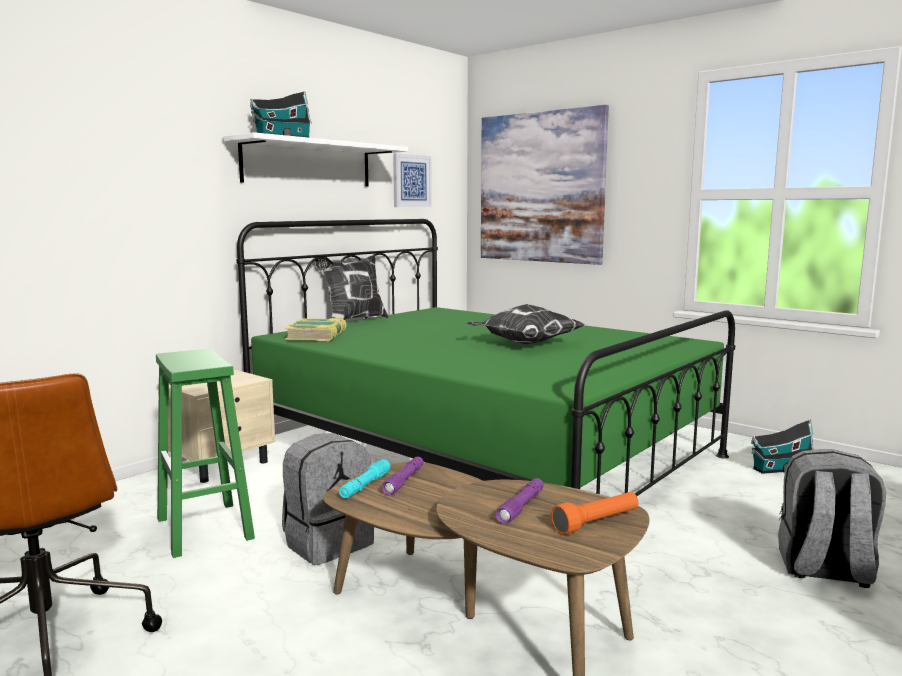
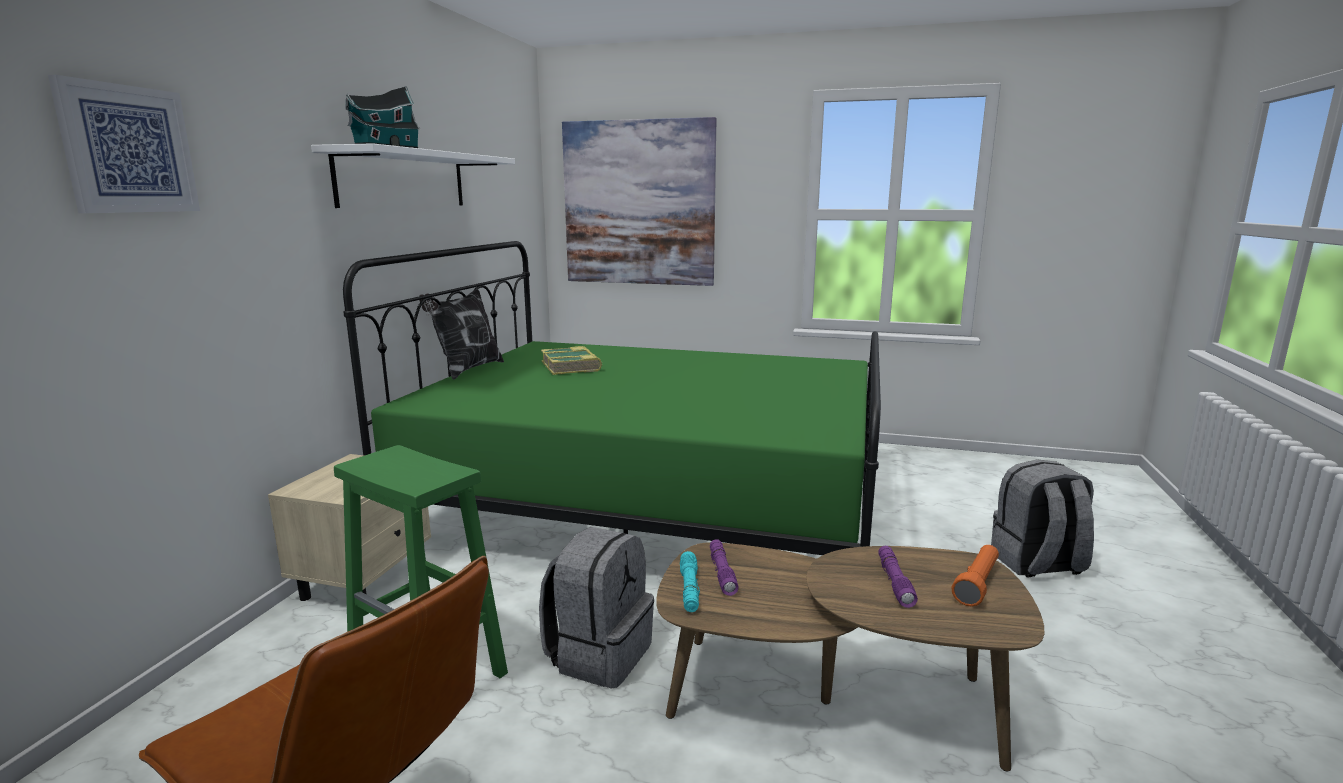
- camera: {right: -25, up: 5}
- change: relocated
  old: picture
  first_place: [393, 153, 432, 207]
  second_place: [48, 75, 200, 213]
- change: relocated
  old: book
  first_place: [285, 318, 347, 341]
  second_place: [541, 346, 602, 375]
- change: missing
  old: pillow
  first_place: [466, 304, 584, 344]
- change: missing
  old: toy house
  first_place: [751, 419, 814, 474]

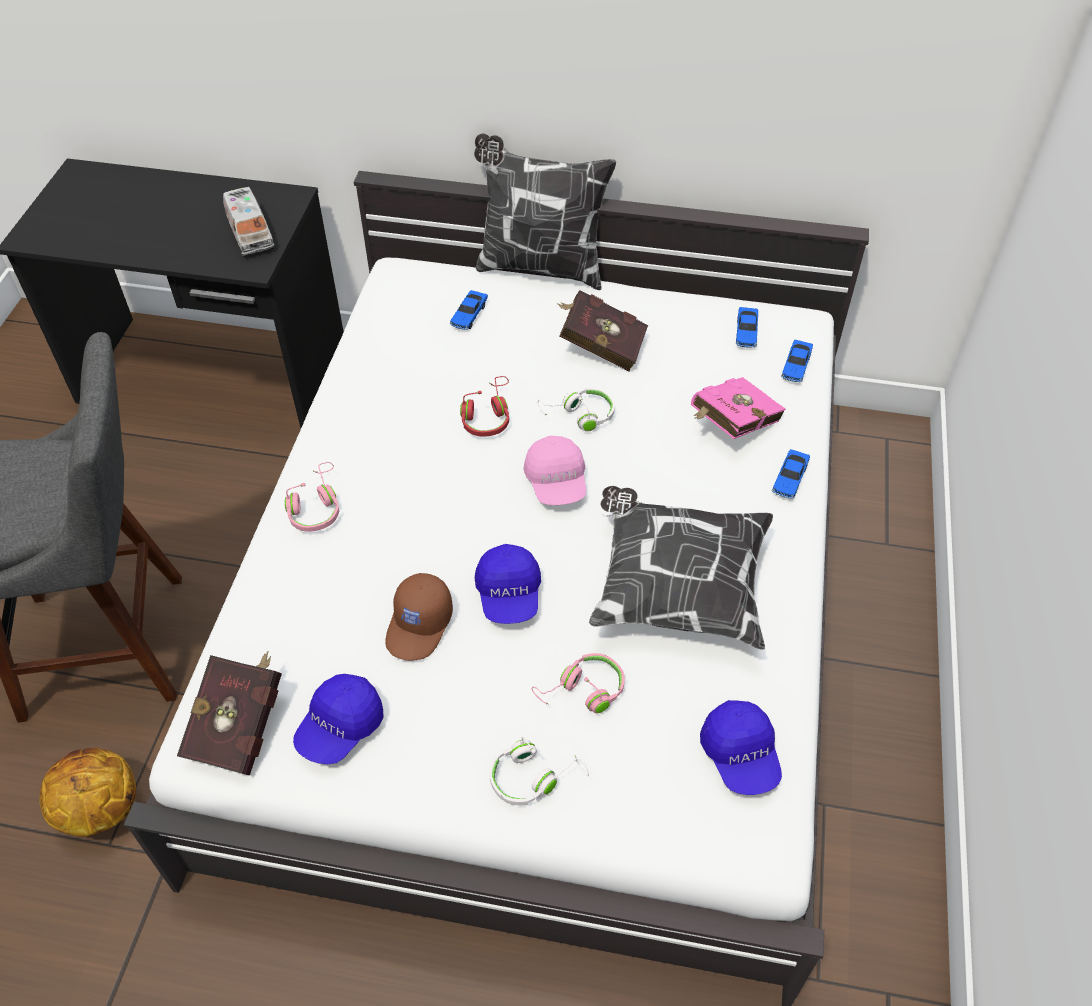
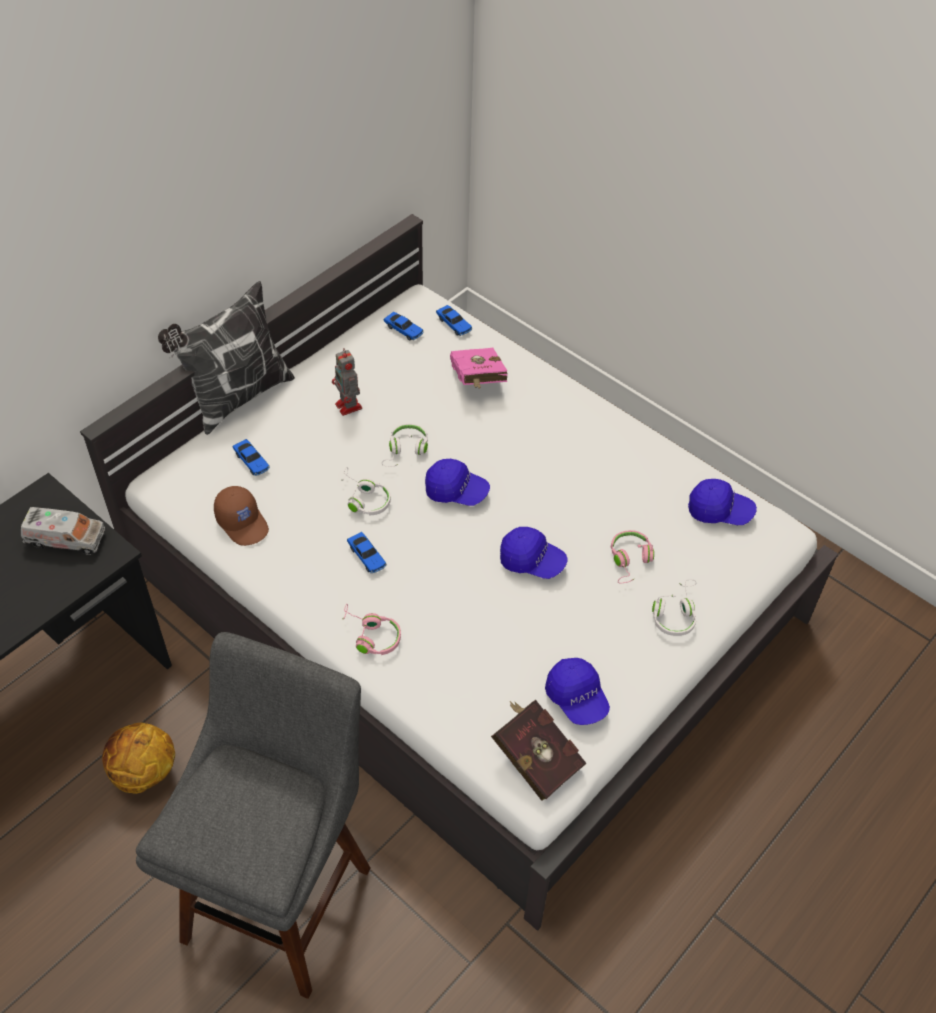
- camera: {right: -60, up: 0}
- change: relocated
  old: basketball
  first_place: [39, 748, 136, 837]
  second_place: [102, 723, 175, 794]
- change: relocated
  old: brown cap
  first_place: [385, 573, 453, 661]
  second_place: [214, 486, 269, 546]
- change: exchanged
  old: red book
  new: toy robot
  first_place: [557, 290, 648, 371]
  second_place: [332, 348, 362, 416]
- change: colour
  old: red headphones
  new: white headphones
  first_place: [460, 376, 509, 437]
  second_place: [341, 467, 391, 515]
- change: relocated
  old: toy car
  first_place: [772, 449, 810, 499]
  second_place: [347, 532, 387, 573]
- change: colour
  old: pink cap
  new: blue cap
  first_place: [523, 436, 586, 505]
  second_place: [425, 459, 490, 506]
- change: missing
  old: pillow
  first_place: [589, 486, 773, 649]

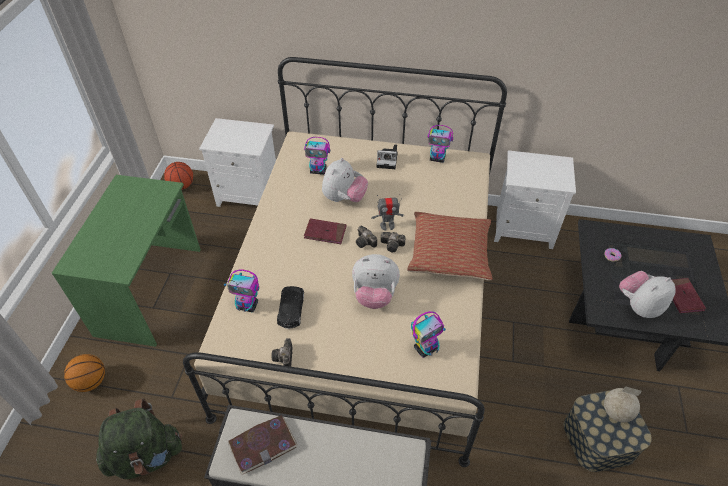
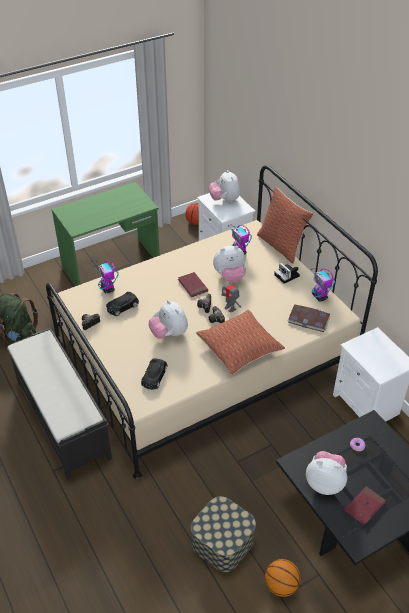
- camera: {right: 50, up: -5}
- change: exchanged
  old: toy robot
  new: black toy car
  first_place: [411, 311, 446, 358]
  second_place: [141, 358, 167, 390]
- change: appeared
  new: plush toy
  second_place: [209, 170, 240, 202]
- change: appeared
  new: pillow
  second_place: [257, 187, 313, 264]
- change: relocated
  old: basketball
  first_place: [64, 354, 105, 392]
  second_place: [265, 559, 301, 597]
- change: relocated
  old: book
  first_place: [228, 415, 297, 475]
  second_place: [288, 305, 330, 332]
- change: missing
  old: globe
  first_place: [604, 387, 642, 422]

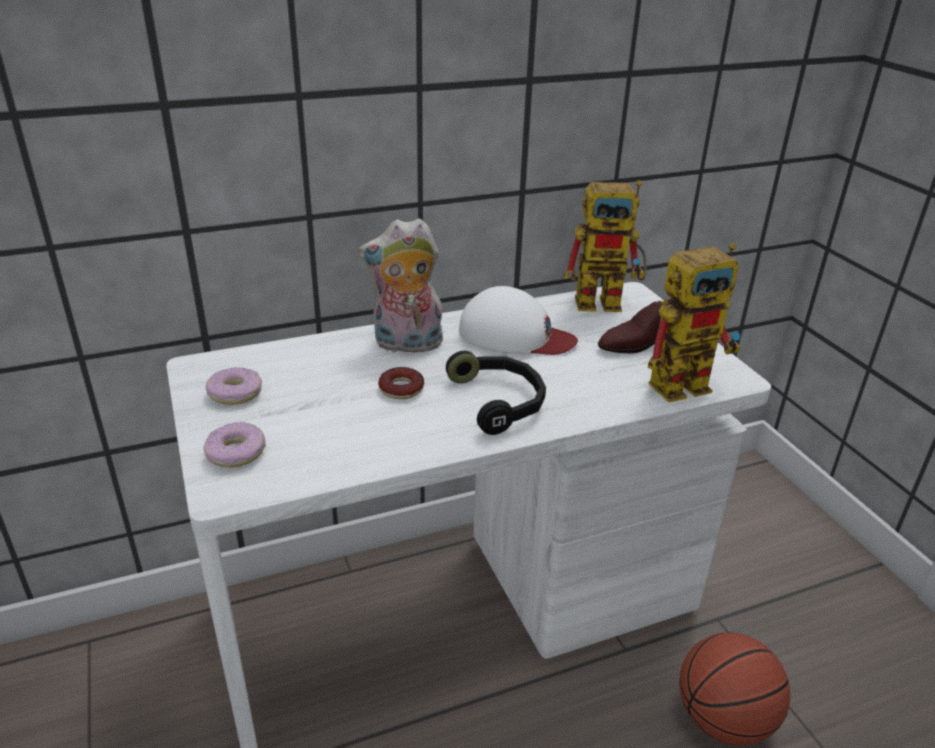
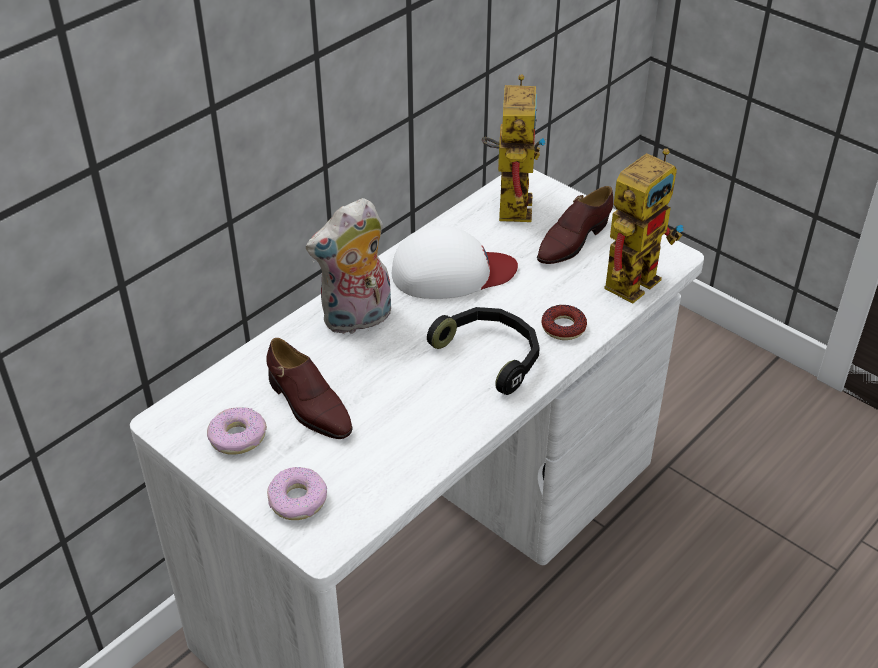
- camera: {right: -25, up: 10}
- change: appeared
  new: brown shoe
  second_place: [266, 338, 353, 439]
- change: spun
  old: toy robot
  first_place: [563, 180, 647, 312]
  second_place: [482, 74, 546, 222]
  degrees: -60
- change: relocated
  old: donut
  first_place: [378, 367, 424, 399]
  second_place: [541, 305, 587, 340]
- change: missing
  old: basketball
  first_place: [679, 632, 790, 746]

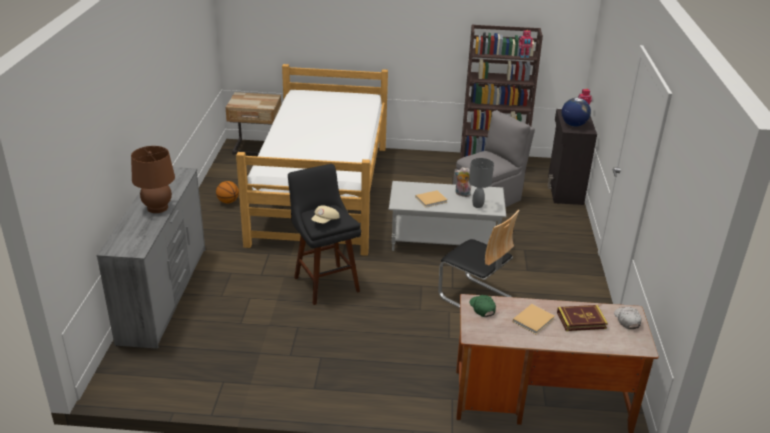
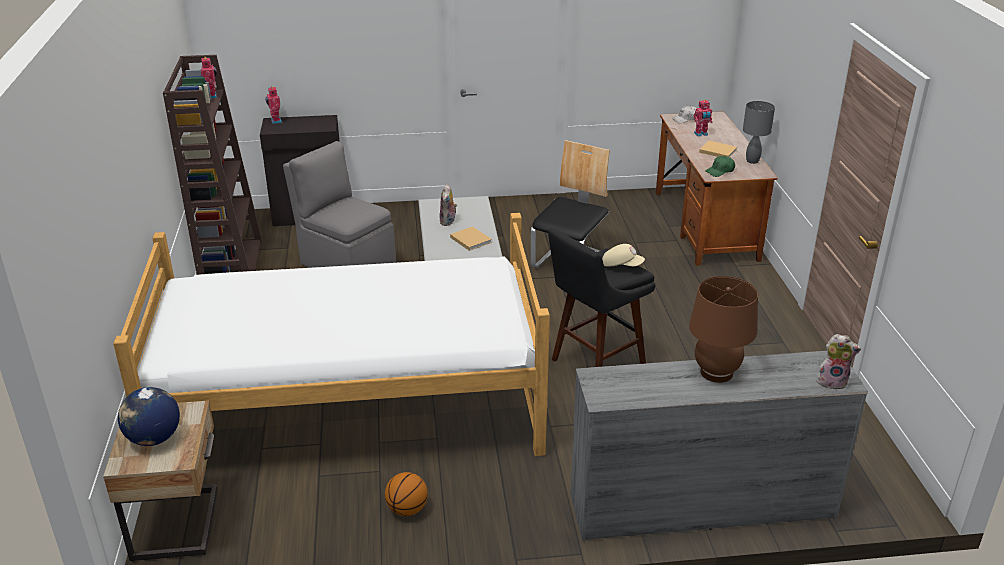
- camera: {right: -100, up: 0}
- change: relocated
  old: globe
  first_place: [561, 98, 591, 127]
  second_place: [118, 387, 180, 446]
- change: exchanged
  old: book
  new: toy robot
  first_place: [557, 305, 608, 331]
  second_place: [694, 100, 712, 137]
- change: relocated
  old: grey table lamp
  first_place: [469, 158, 494, 208]
  second_place: [743, 101, 775, 164]
- change: appeared
  new: plush toy
  second_place: [817, 334, 861, 390]

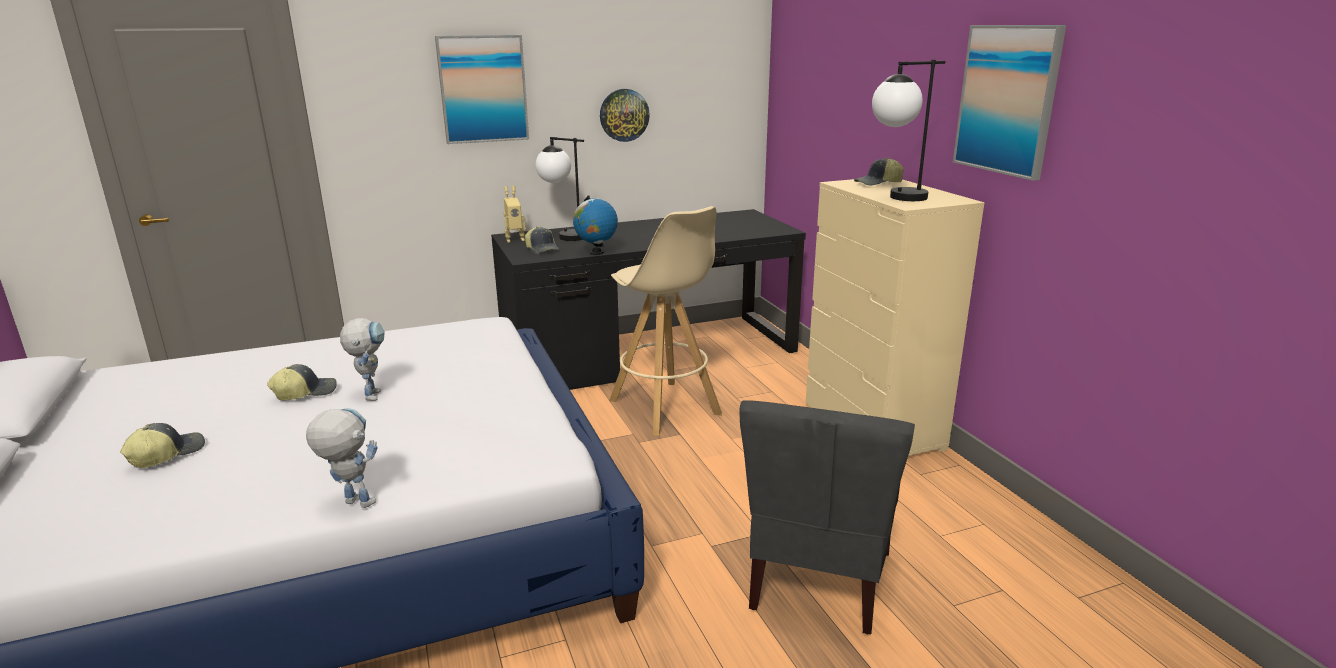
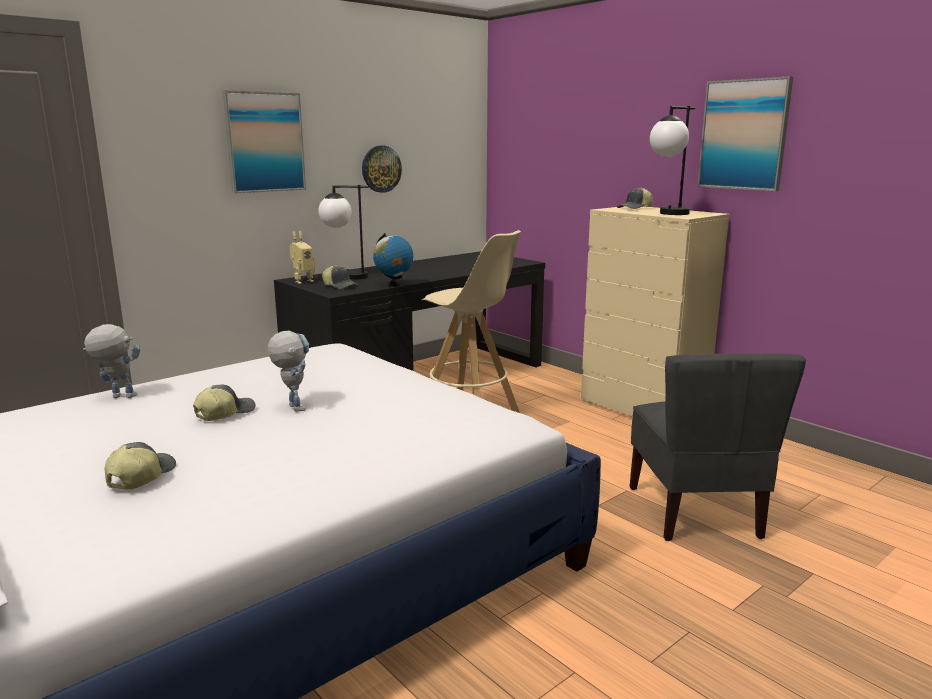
- camera: {right: -20, up: -5}
- change: relocated
  old: toy robot
  first_place: [306, 408, 378, 508]
  second_place: [83, 324, 140, 398]

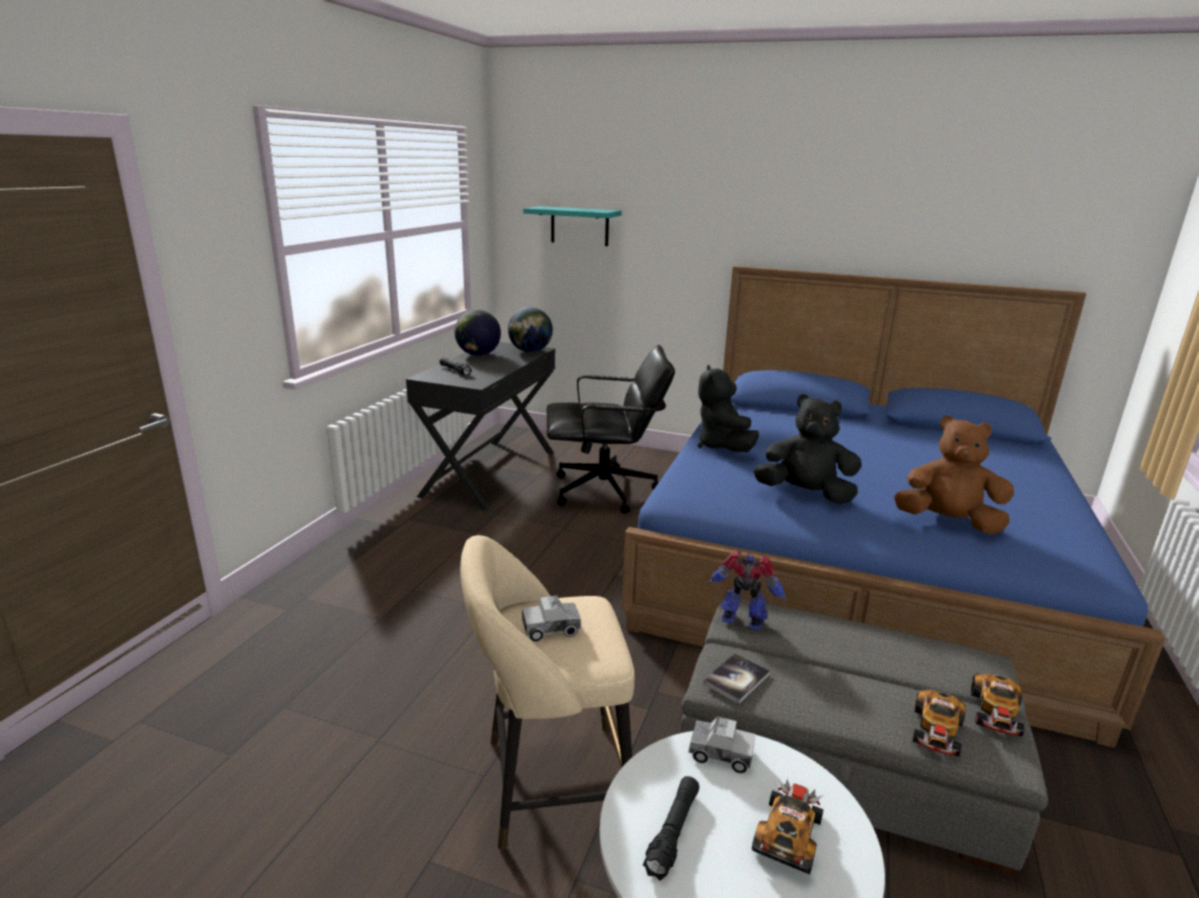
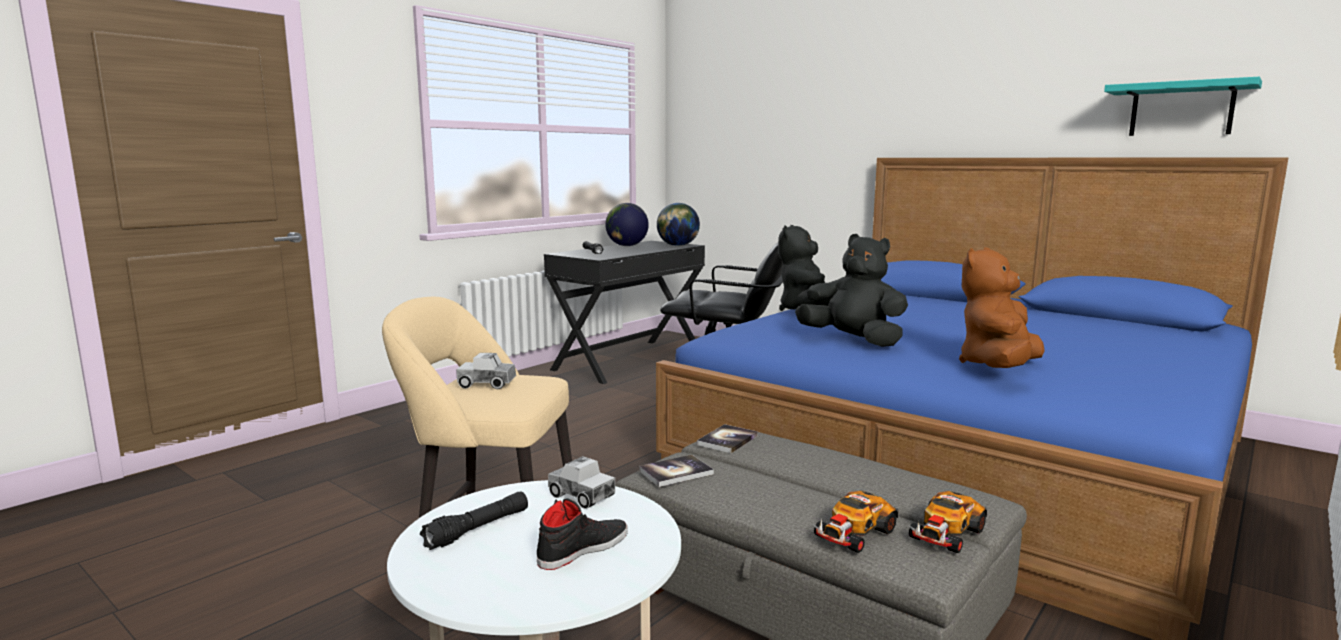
- camera: {right: 20, up: -10}
- change: exchanged
  old: toy car
  new: black shoe
  first_place: [752, 779, 824, 874]
  second_place: [537, 498, 628, 570]
- change: exchanged
  old: toy robot
  new: book
  first_place: [708, 551, 787, 631]
  second_place: [697, 424, 758, 453]
- change: spun
  old: brown plush toy
  first_place: [894, 415, 1014, 535]
  second_place: [959, 247, 1045, 368]
  degrees: -90
- change: relocated
  old: turquoise shelf
  first_place: [523, 206, 622, 246]
  second_place: [1104, 77, 1262, 136]

